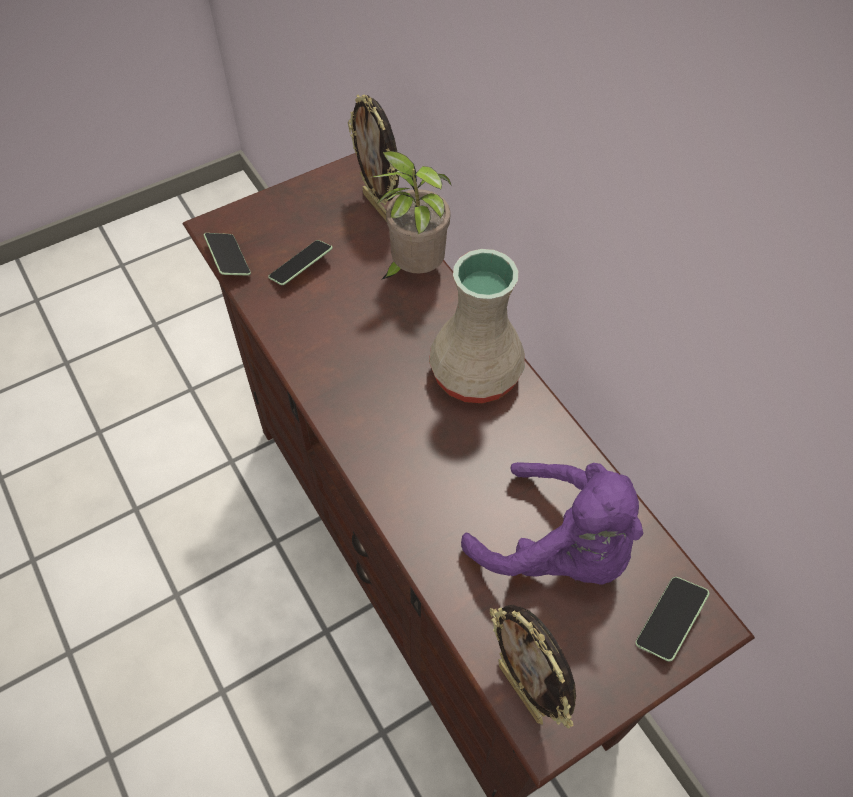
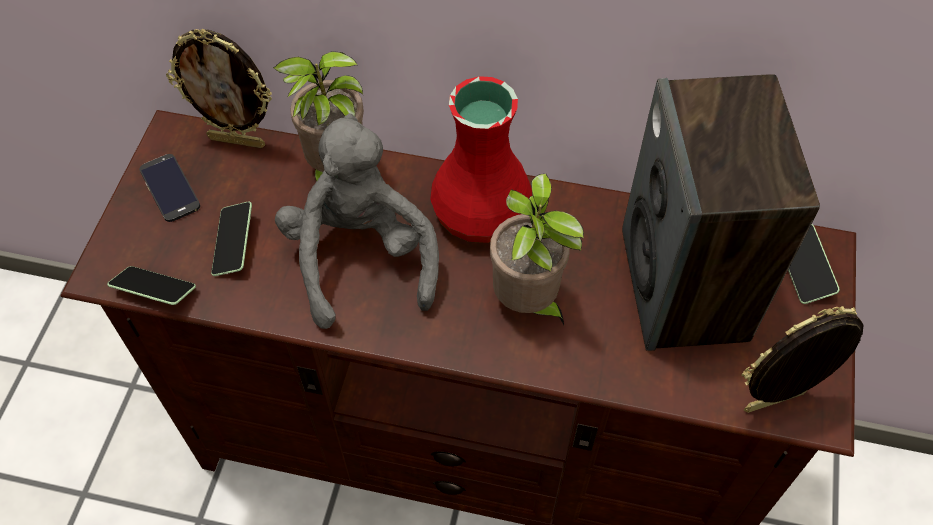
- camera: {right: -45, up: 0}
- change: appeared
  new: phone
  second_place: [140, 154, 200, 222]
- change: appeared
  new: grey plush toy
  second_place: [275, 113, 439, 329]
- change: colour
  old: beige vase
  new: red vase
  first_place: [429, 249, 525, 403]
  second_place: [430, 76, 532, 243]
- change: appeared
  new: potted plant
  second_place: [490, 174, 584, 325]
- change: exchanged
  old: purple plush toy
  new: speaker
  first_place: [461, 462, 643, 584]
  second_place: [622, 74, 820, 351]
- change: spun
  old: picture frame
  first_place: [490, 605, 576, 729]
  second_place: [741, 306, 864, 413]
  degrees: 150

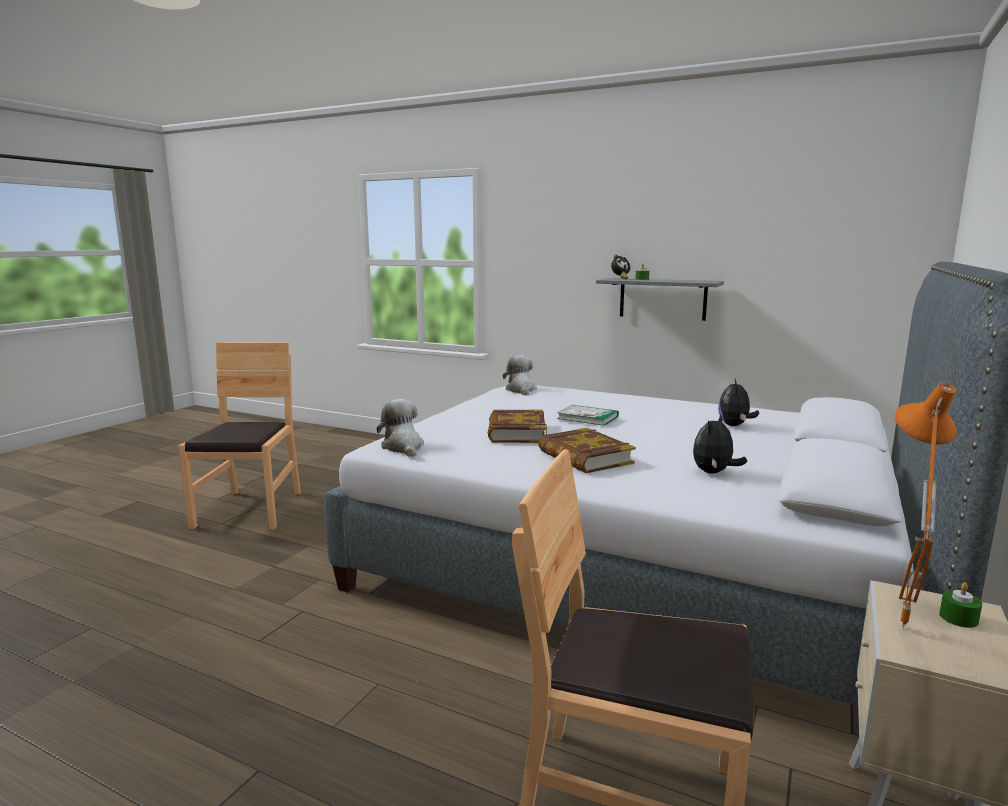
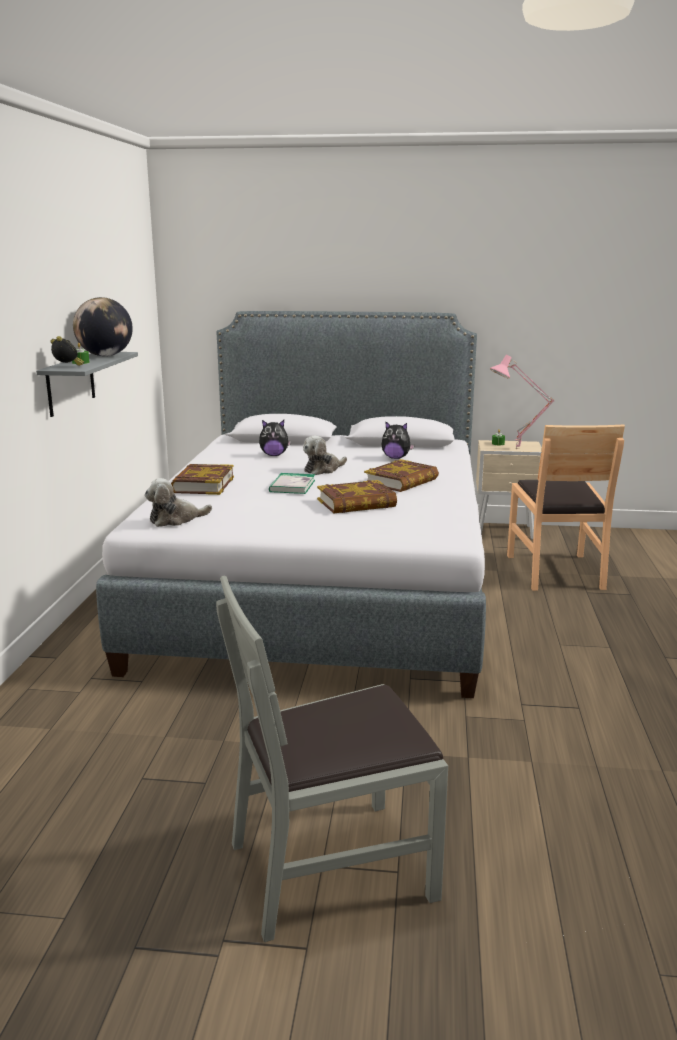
- camera: {right: -110, up: 5}
- change: appeared
  new: globe
  second_place: [73, 297, 133, 356]
- change: appeared
  new: book
  second_place: [171, 464, 234, 495]
- change: colour
  old: brown chair
  new: grey chair
  first_place: [178, 342, 301, 529]
  second_place: [216, 575, 448, 942]
- change: relocated
  old: plush toy
  first_place: [377, 399, 424, 457]
  second_place: [303, 436, 347, 475]
- change: colour
  old: orange table lamp
  new: pink table lamp
  first_place: [894, 382, 957, 631]
  second_place: [490, 355, 554, 449]

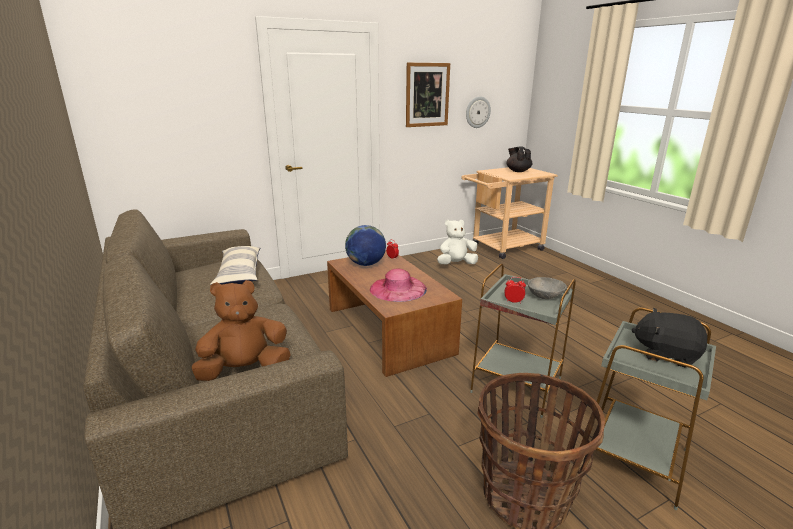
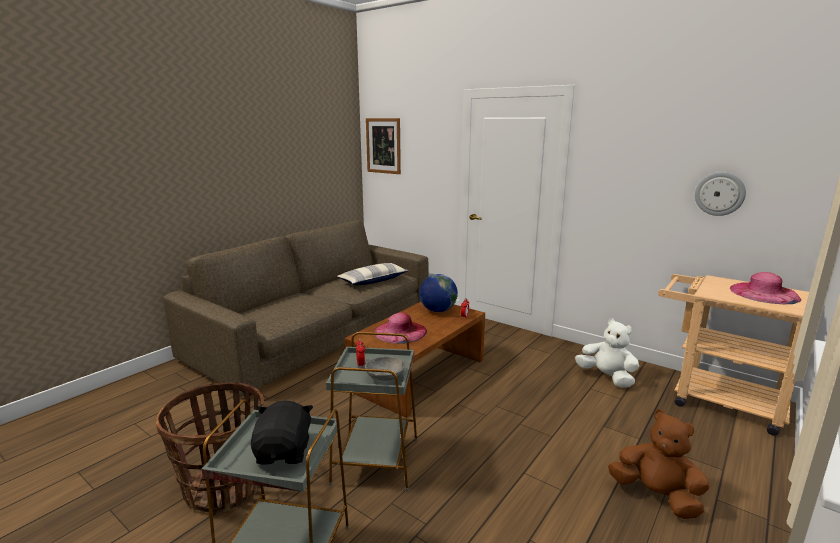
- camera: {right: 65, up: -5}
- change: relocated
  old: picture
  first_place: [406, 63, 450, 127]
  second_place: [366, 118, 401, 174]
- change: relocated
  old: brown plush toy
  first_place: [192, 280, 291, 381]
  second_place: [608, 410, 710, 519]
- change: exchanged
  old: black teapot
  new: pink hat
  first_place: [506, 146, 532, 172]
  second_place: [730, 272, 801, 304]

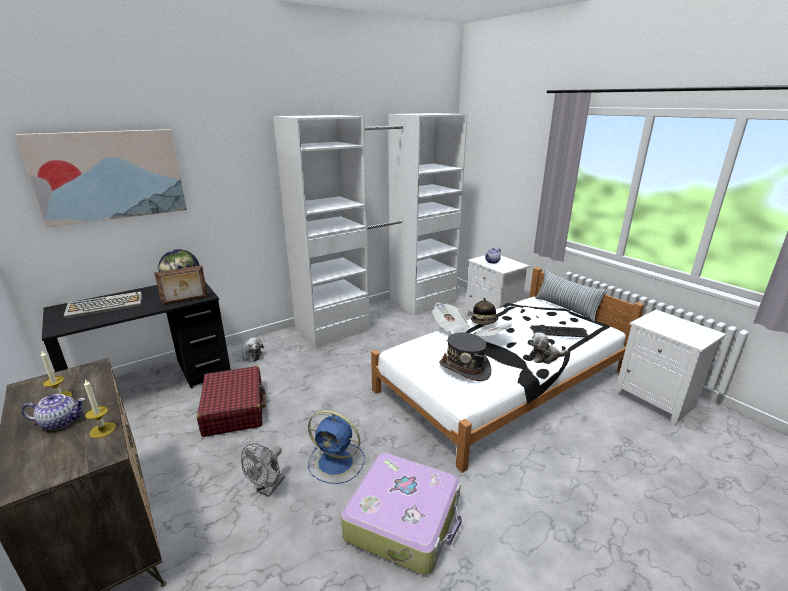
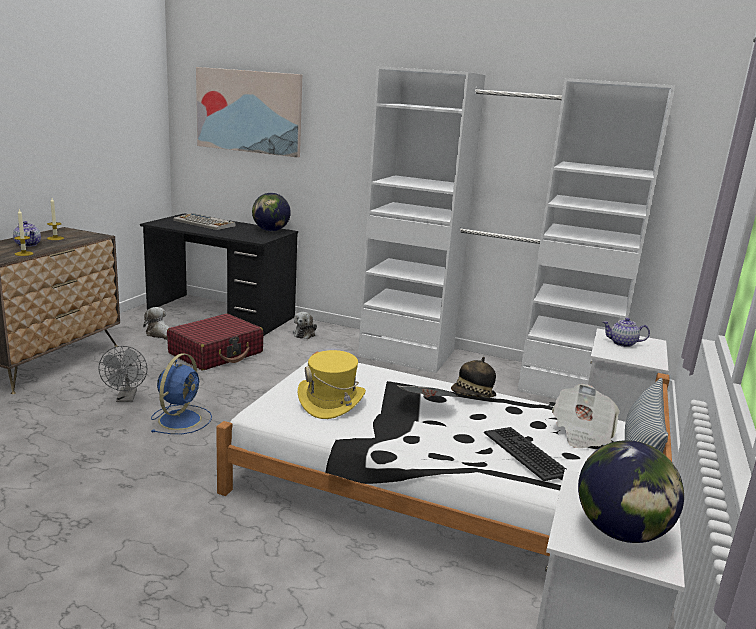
- camera: {right: 55, up: -5}
- change: spun
  old: grey fan
  first_place: [241, 443, 285, 497]
  second_place: [98, 346, 148, 402]
  degrees: -90
- change: relocated
  old: plush toy
  first_place: [529, 332, 568, 364]
  second_place: [143, 307, 169, 340]
- change: spun
  old: blue fan
  first_place: [308, 410, 365, 484]
  second_place: [151, 353, 212, 434]
  degrees: -150
- change: colour
  old: grey hat
  new: yellow hat
  first_place: [439, 332, 492, 381]
  second_place: [298, 350, 366, 419]
- change: relocated
  old: newspaper
  first_place: [432, 303, 470, 333]
  second_place: [552, 384, 620, 448]
- change: appeared
  new: globe
  second_place: [578, 440, 684, 543]
- change: missing
  old: picture frame
  first_place: [154, 265, 208, 305]
- change: missing
  old: suitcase
  first_place: [341, 453, 462, 575]

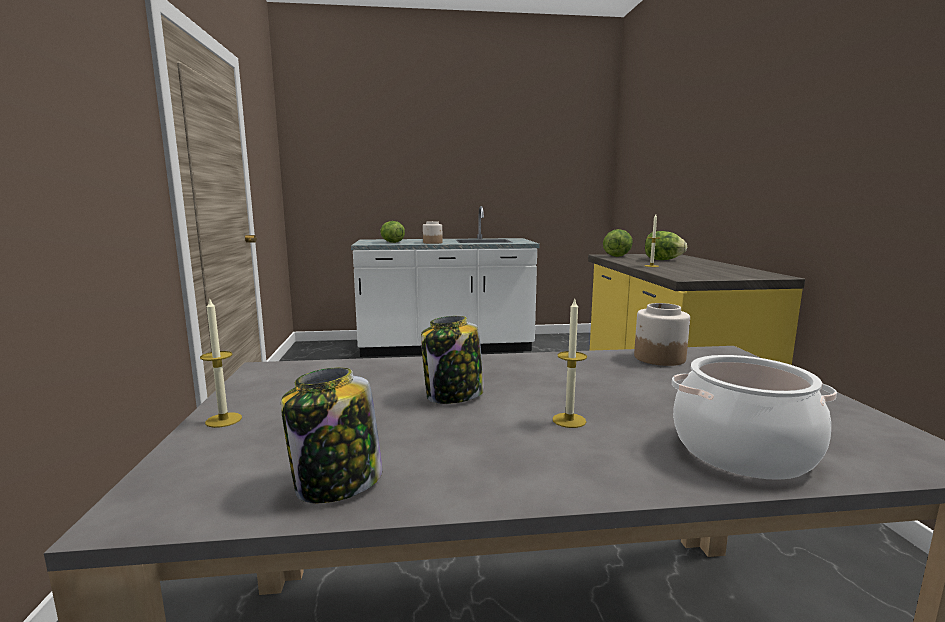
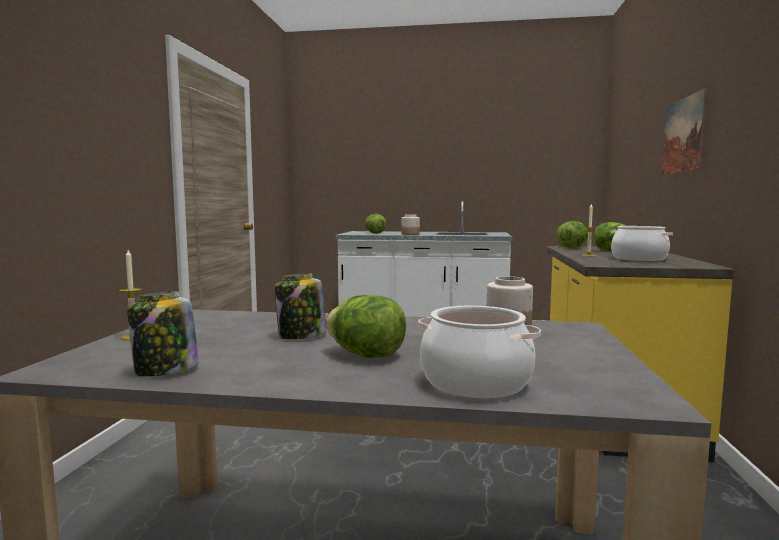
- camera: {right: 15, up: -5}
- change: exchanged
  old: candle
  new: lettuce
  first_place: [552, 299, 587, 428]
  second_place: [326, 295, 406, 358]
- change: appeared
  new: cooking pot
  second_place: [611, 226, 673, 262]
- change: appeared
  new: picture
  second_place: [662, 88, 707, 175]

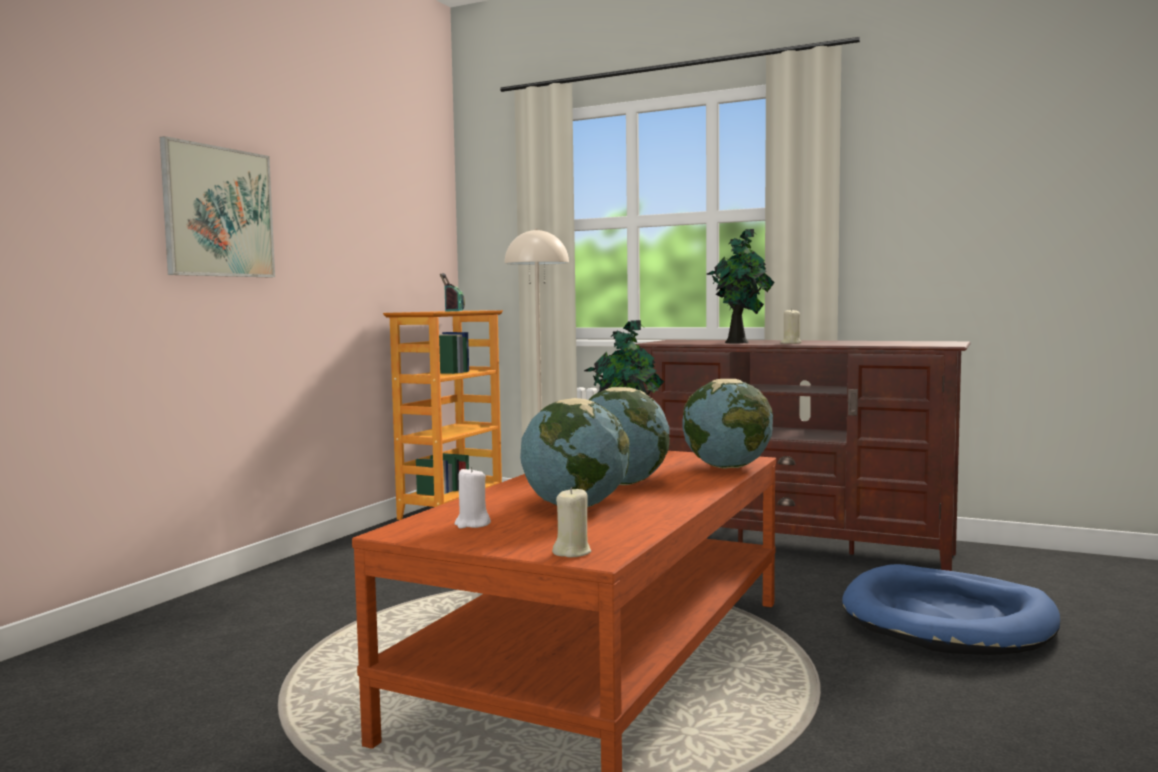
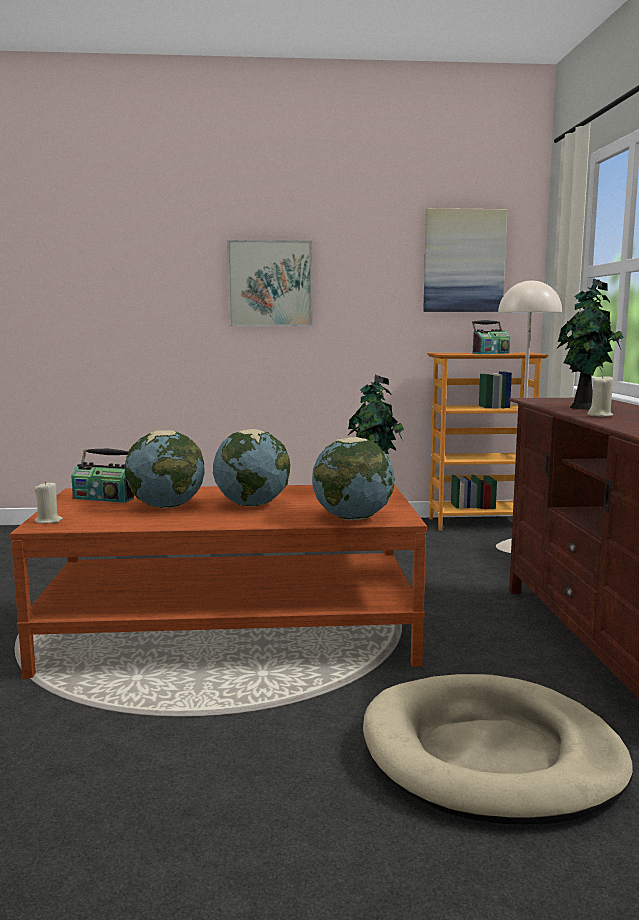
- camera: {right: 60, up: 5}
- change: exchanged
  old: white candle
  new: radio
  first_place: [455, 467, 491, 528]
  second_place: [71, 449, 134, 503]
- change: colour
  old: blue dog bed
  new: beige dog bed
  first_place: [842, 564, 1061, 655]
  second_place: [363, 674, 633, 824]
- change: appeared
  new: picture
  second_place: [423, 208, 507, 312]

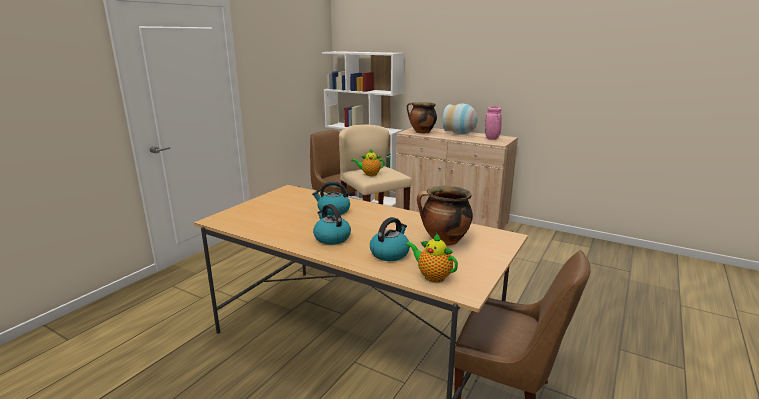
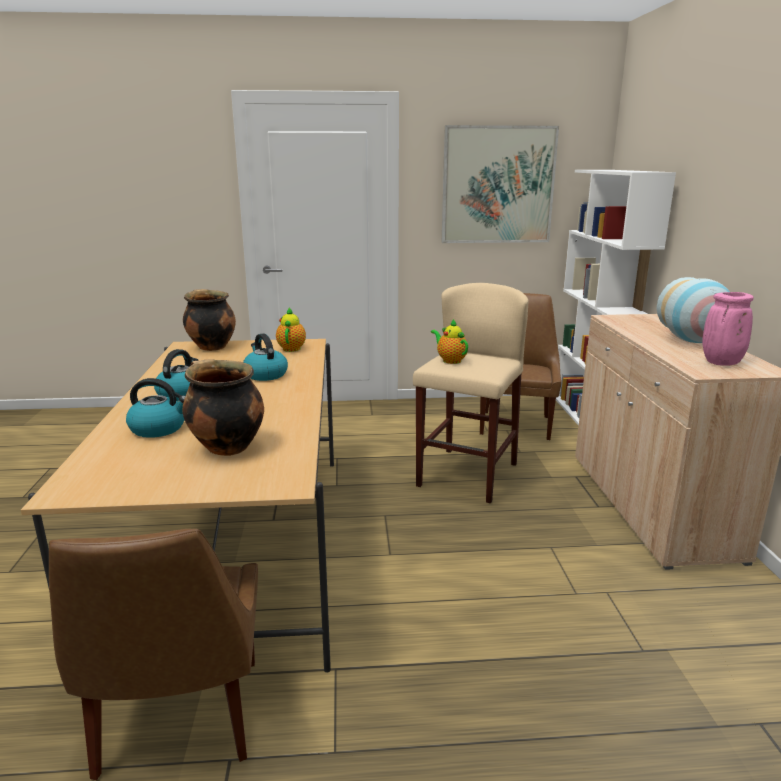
- camera: {right: 55, up: 0}
- change: relocated
  old: cooking pot
  first_place: [407, 102, 437, 133]
  second_place: [183, 289, 236, 351]
- change: relocated
  old: teapot
  first_place: [405, 233, 458, 283]
  second_place: [276, 307, 306, 352]
- change: appeared
  new: picture
  second_place: [442, 125, 559, 243]

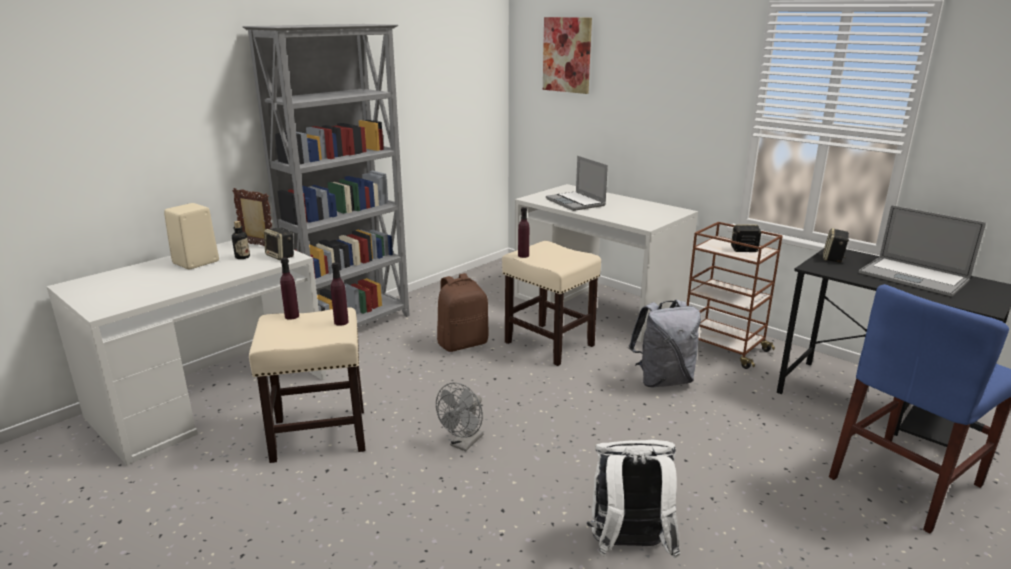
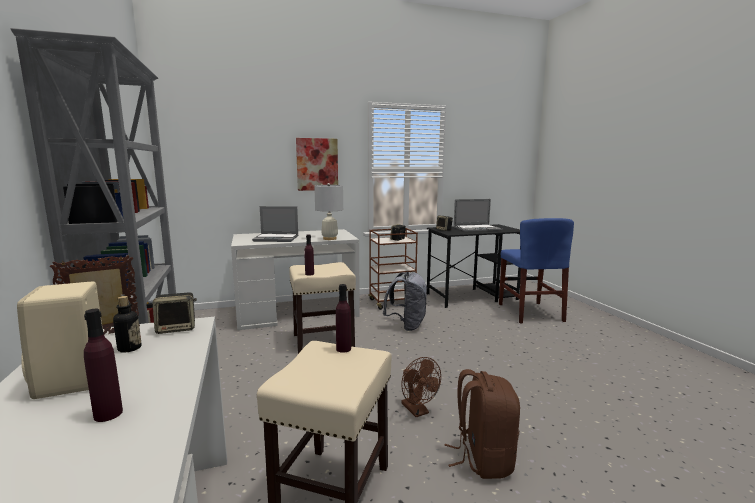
- camera: {right: -60, up: -10}
- change: relocated
  old: purple bottle
  first_place: [280, 258, 299, 320]
  second_place: [84, 309, 123, 422]
- change: relocated
  old: picture
  first_place: [543, 17, 592, 94]
  second_place: [296, 138, 338, 191]
- change: appeared
  new: white table lamp
  second_place: [314, 183, 343, 240]
- change: colour
  old: grey fan
  new: brown fan
  first_place: [436, 383, 483, 451]
  second_place: [401, 357, 441, 417]
- change: relocated
  old: brown backpack
  first_place: [437, 273, 489, 352]
  second_place: [444, 369, 520, 479]
- change: missing
  old: white backpack
  first_place: [587, 440, 681, 558]

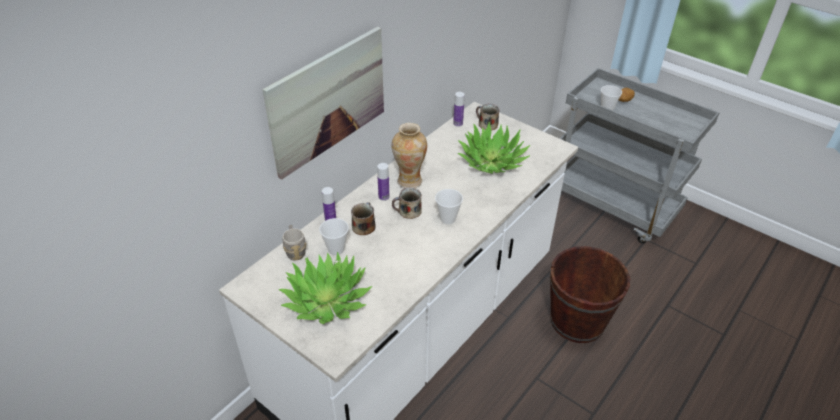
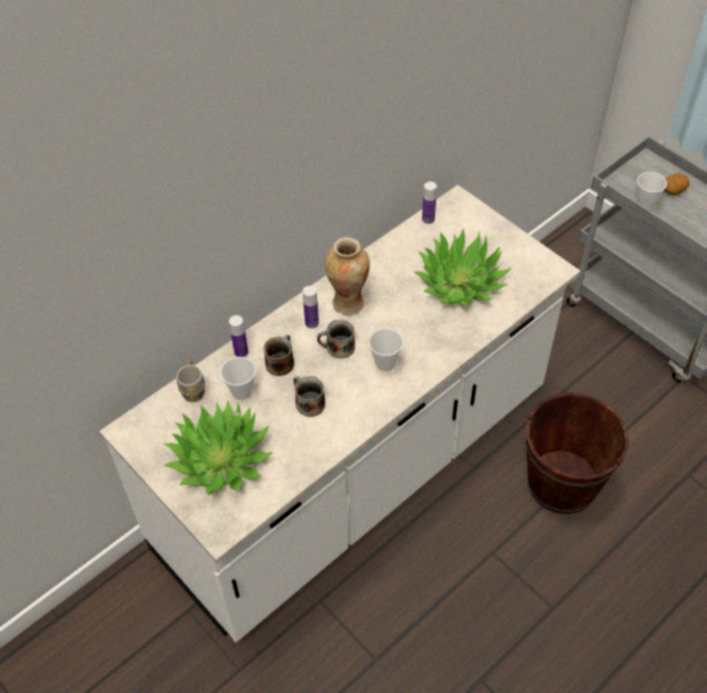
- camera: {right: 10, up: 10}
- change: relocated
  old: mug
  first_place: [476, 104, 499, 131]
  second_place: [293, 376, 325, 417]
- change: missing
  old: picture
  first_place: [263, 27, 384, 180]

